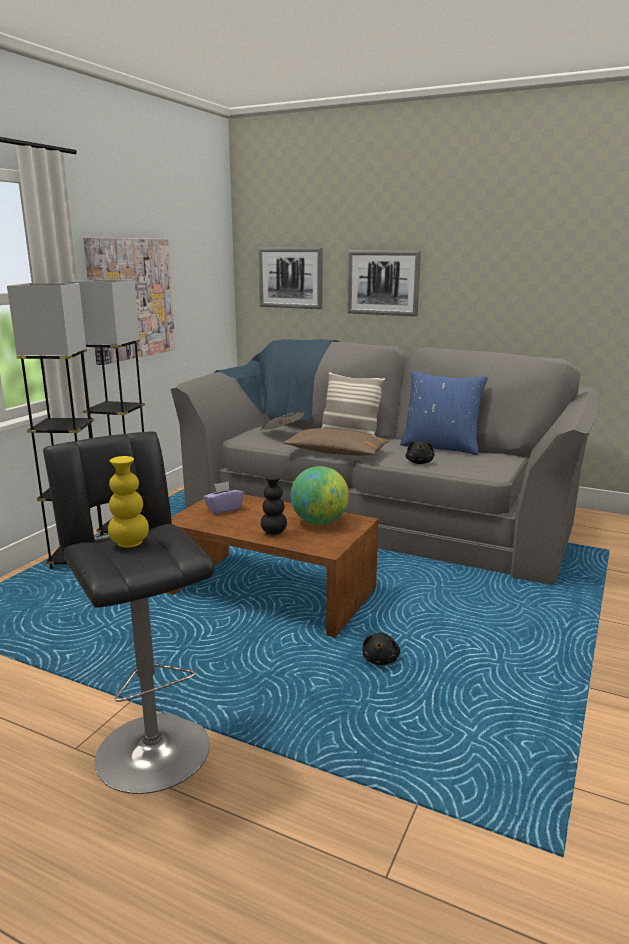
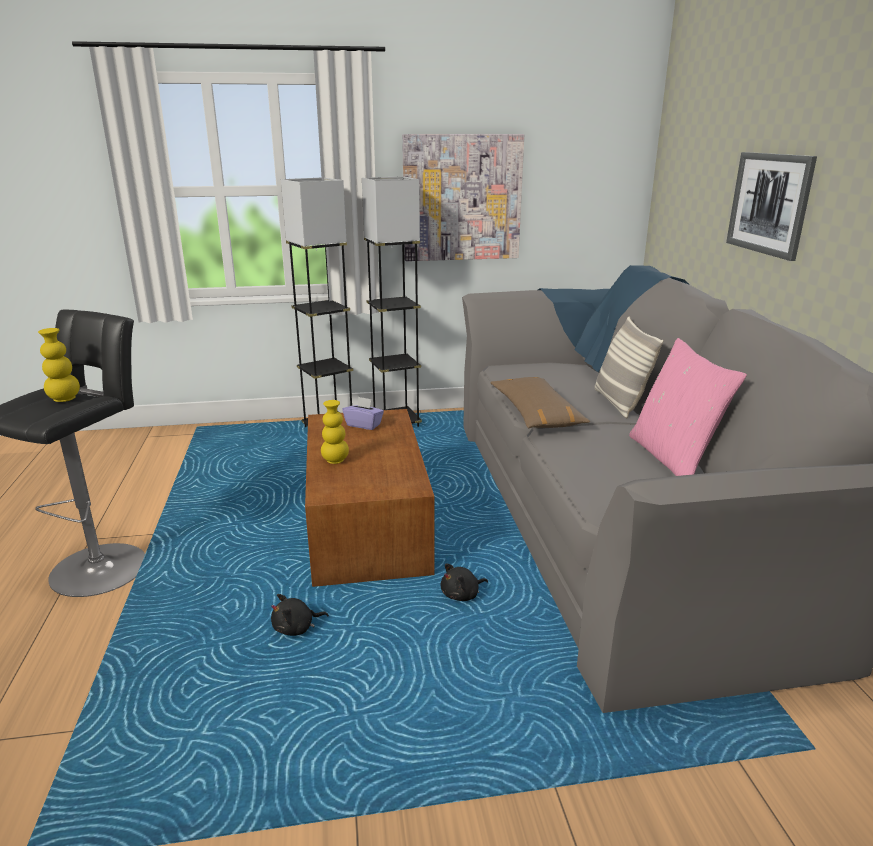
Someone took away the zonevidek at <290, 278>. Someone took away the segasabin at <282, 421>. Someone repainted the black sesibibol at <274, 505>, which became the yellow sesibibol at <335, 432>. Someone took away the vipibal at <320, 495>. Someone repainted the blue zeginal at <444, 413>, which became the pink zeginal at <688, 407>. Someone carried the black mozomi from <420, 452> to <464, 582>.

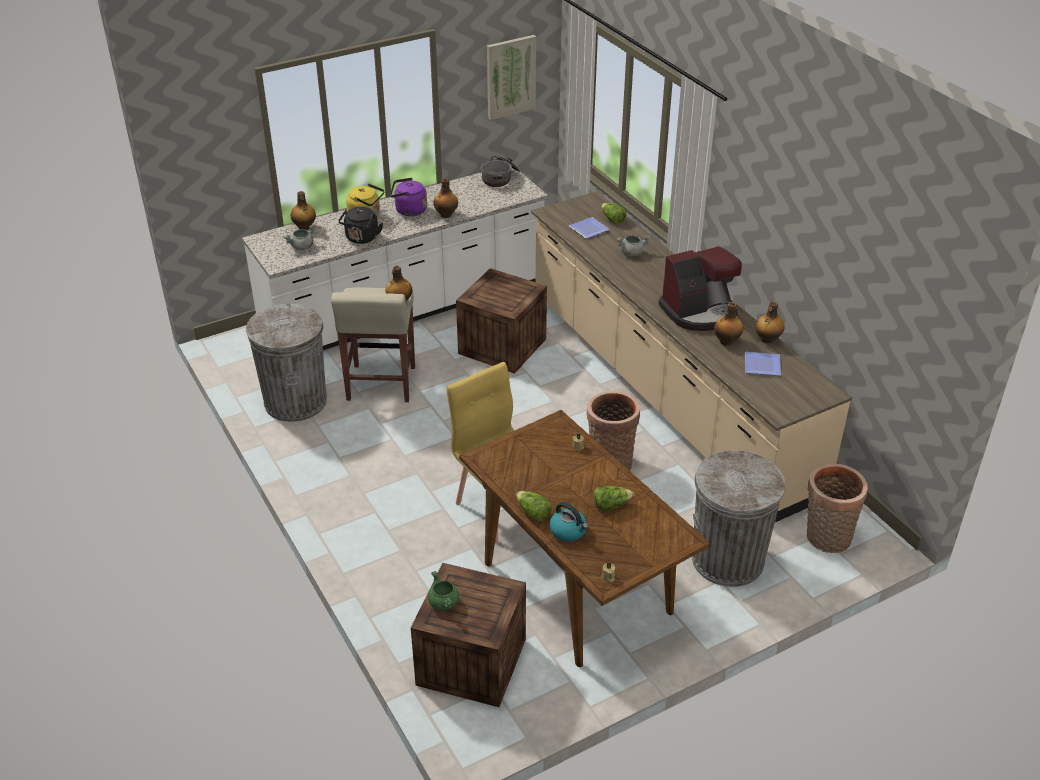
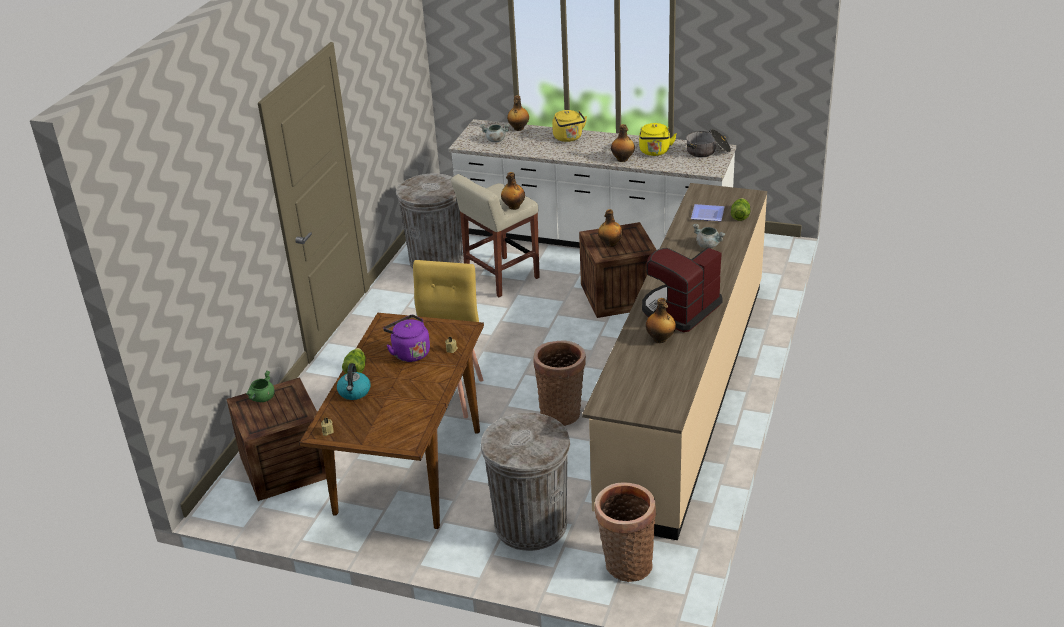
Someone took away the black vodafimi at <360, 225>. Someone carried the purple vodafimi from <408, 197> to <406, 338>. Someone took away the zonevidek at <511, 77>. Someone took away the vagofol at <613, 498>. Someone rotated the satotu at <700, 288> by 105 degrees clockwise. Someone took away the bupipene at <763, 364>. Someone carried the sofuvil from <769, 322> to <610, 228>. Someone put down the yellow vodafimi at <658, 139>.

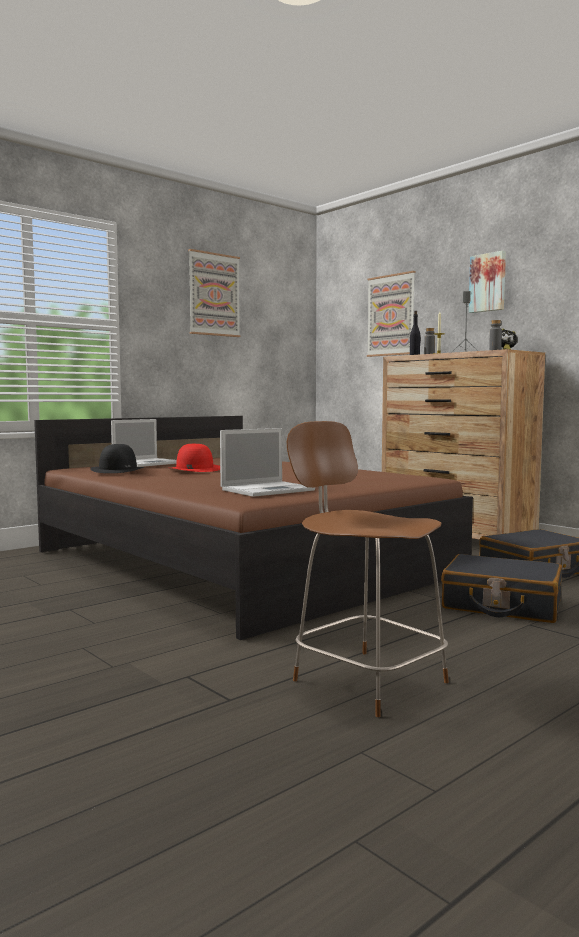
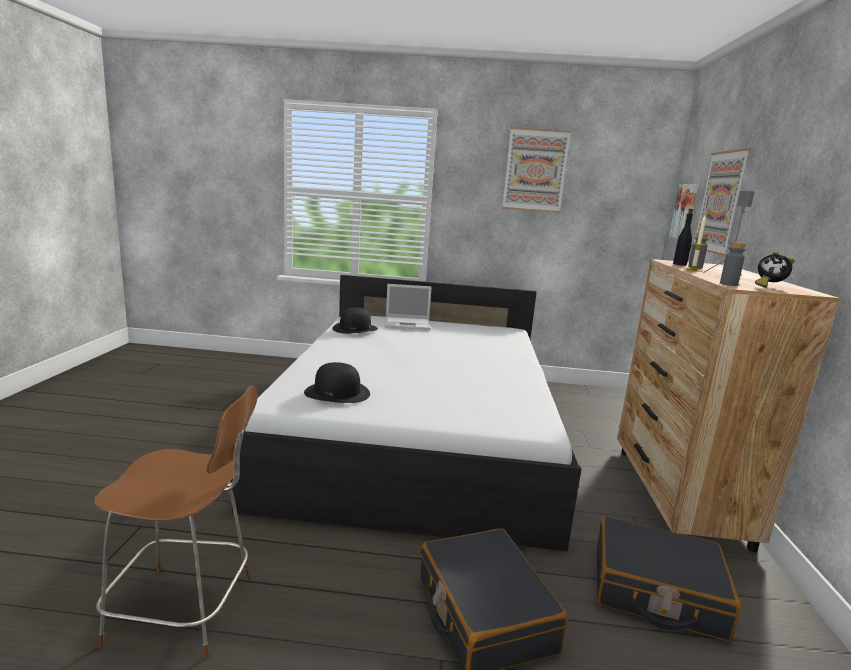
Someone repainted the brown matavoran at <253, 528>, which became the white matavoran at <406, 413>. Someone took away the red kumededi at <196, 458>. Someone swapped the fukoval at <267, 462> for the black kumededi at <337, 382>. Someone rotated the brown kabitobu at <368, 569> by 90 degrees clockwise. Someone carried the zonevidek from <487, 282> to <683, 211>.

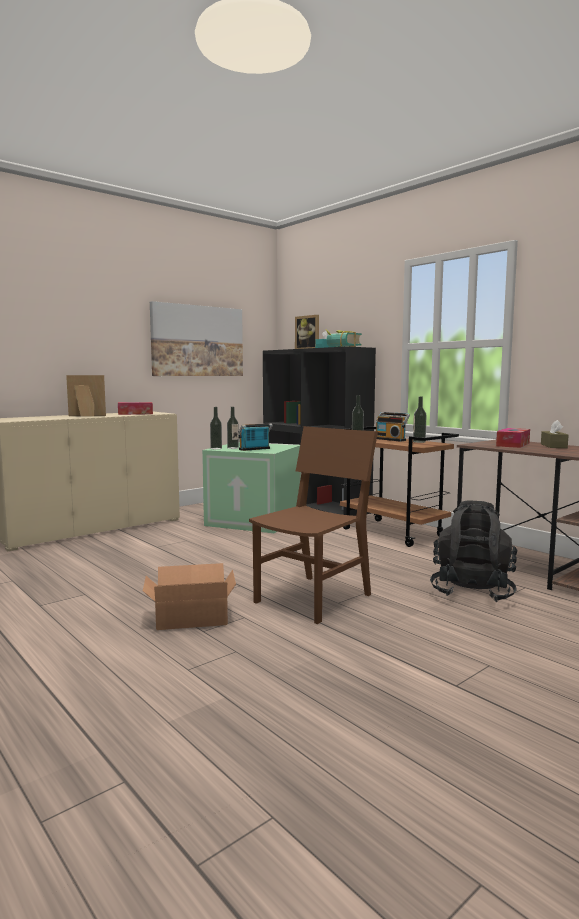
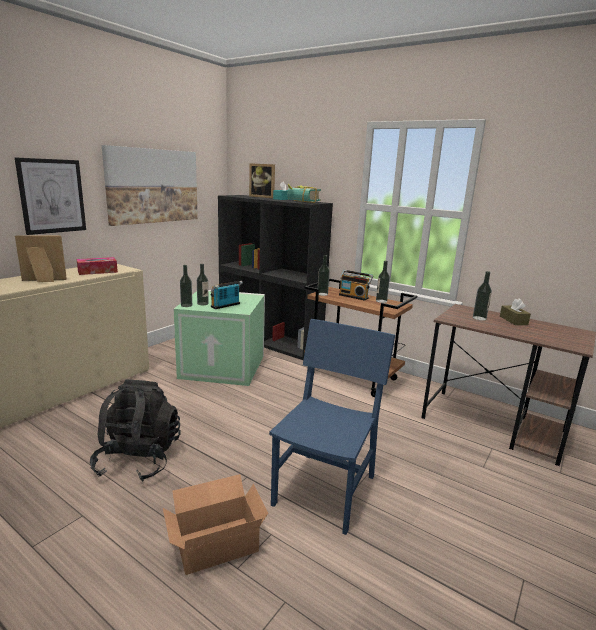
Someone repainted the brown kabitobu at <313, 525>, which became the blue kabitobu at <332, 427>. Someone carried the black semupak from <473, 551> to <135, 430>. Someone swapped the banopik at <513, 438> for the sofuvil at <482, 296>. Someone put up the zonevidek at <50, 196>.

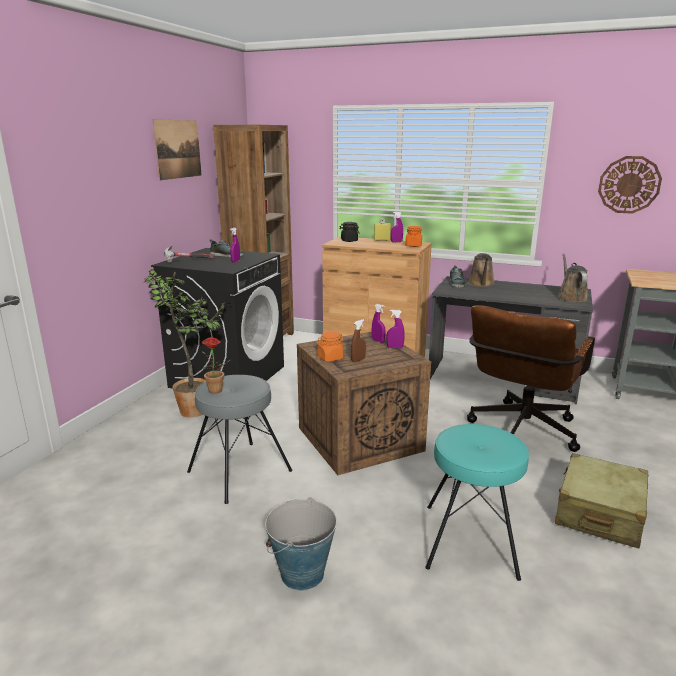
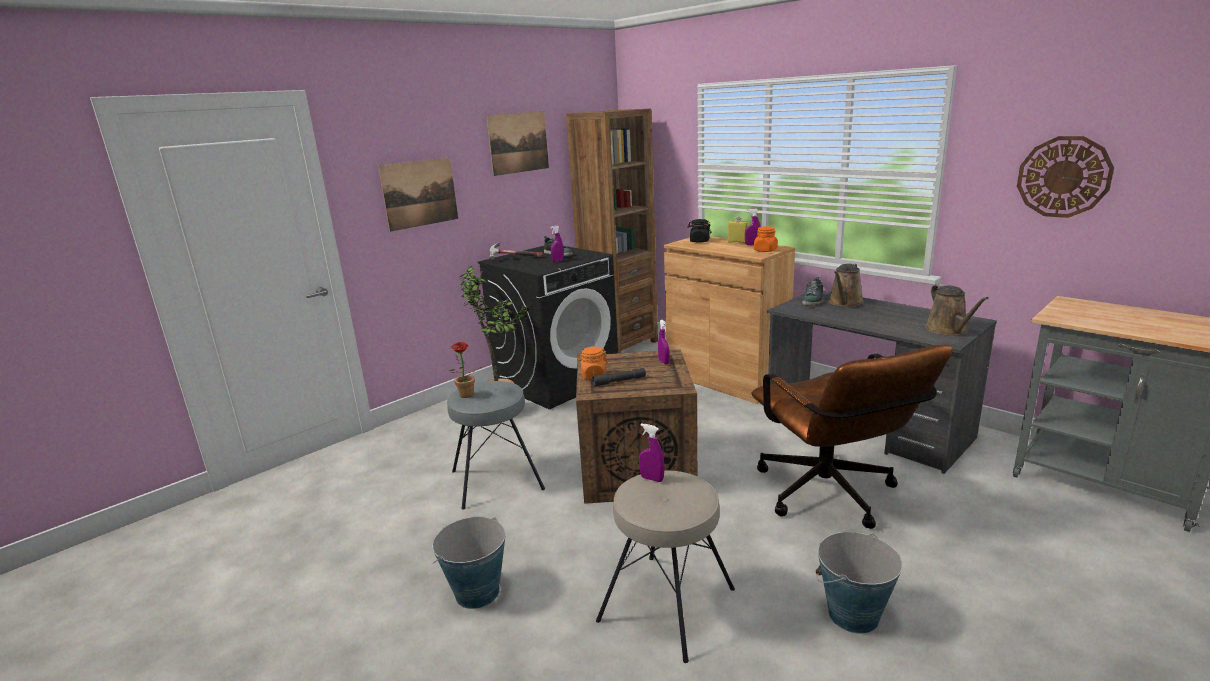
Someone swapped the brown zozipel at <358, 340> for the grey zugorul at <619, 377>. Someone carried the purple zozipel from <396, 328> to <651, 452>. Someone repainted the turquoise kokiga at <477, 502>, which became the beige kokiga at <665, 566>. Someone rotated the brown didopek at <531, 378> by 75 degrees counterclockwise. Someone swapped the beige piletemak at <601, 501> for the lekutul at <859, 583>. Someone rotated the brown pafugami at <572, 278> by 150 degrees clockwise. Someone put up the zonevidek at <418, 195>.

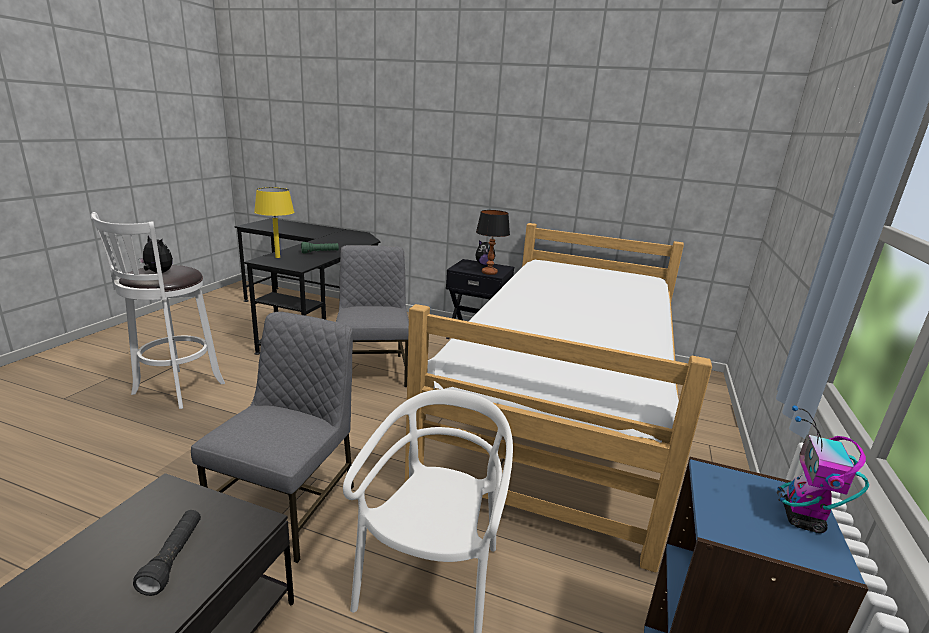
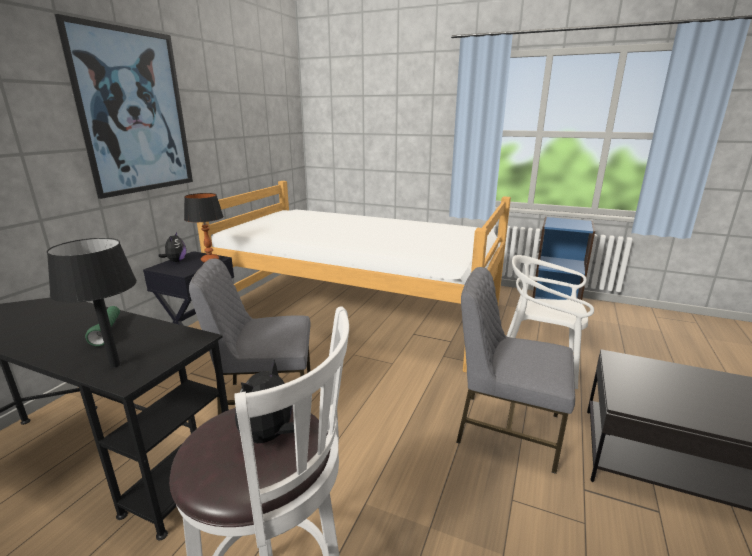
Someone took away the black zugorul at <167, 553>. Someone repainted the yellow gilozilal at <274, 222>, which became the black gilozilal at <92, 303>. Someone took away the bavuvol at <823, 469>. Someone put up the zonevidek at <124, 106>.

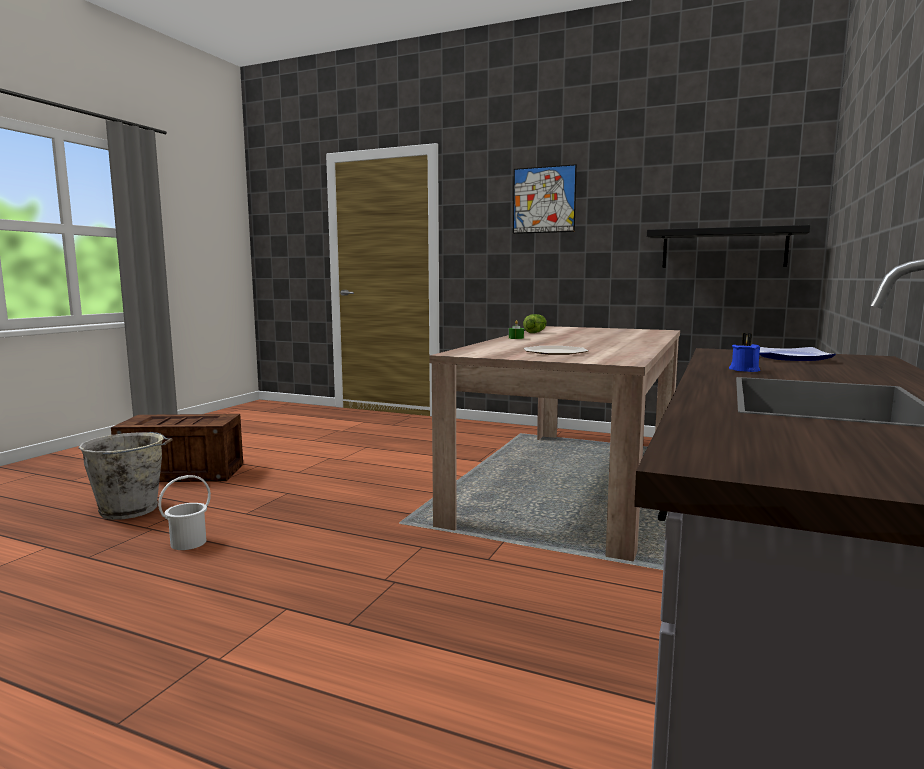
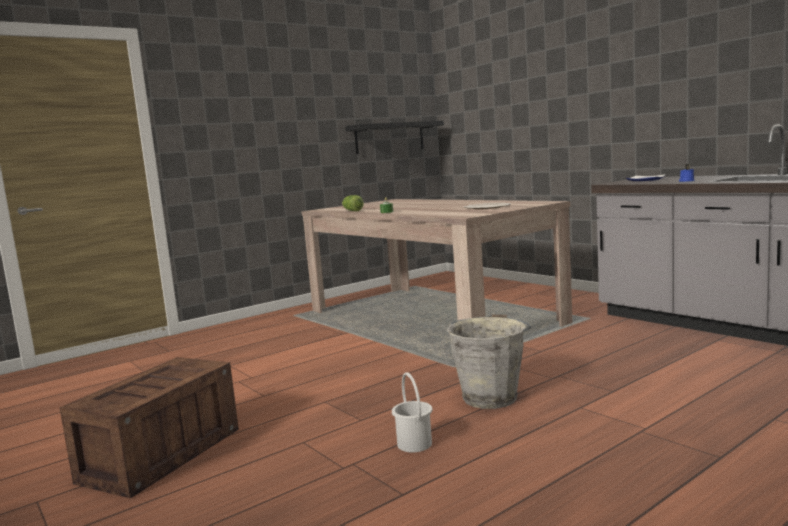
Someone carried the grey lekutul from <125, 476> to <489, 361>. Someone took away the zonevidek at <545, 199>.

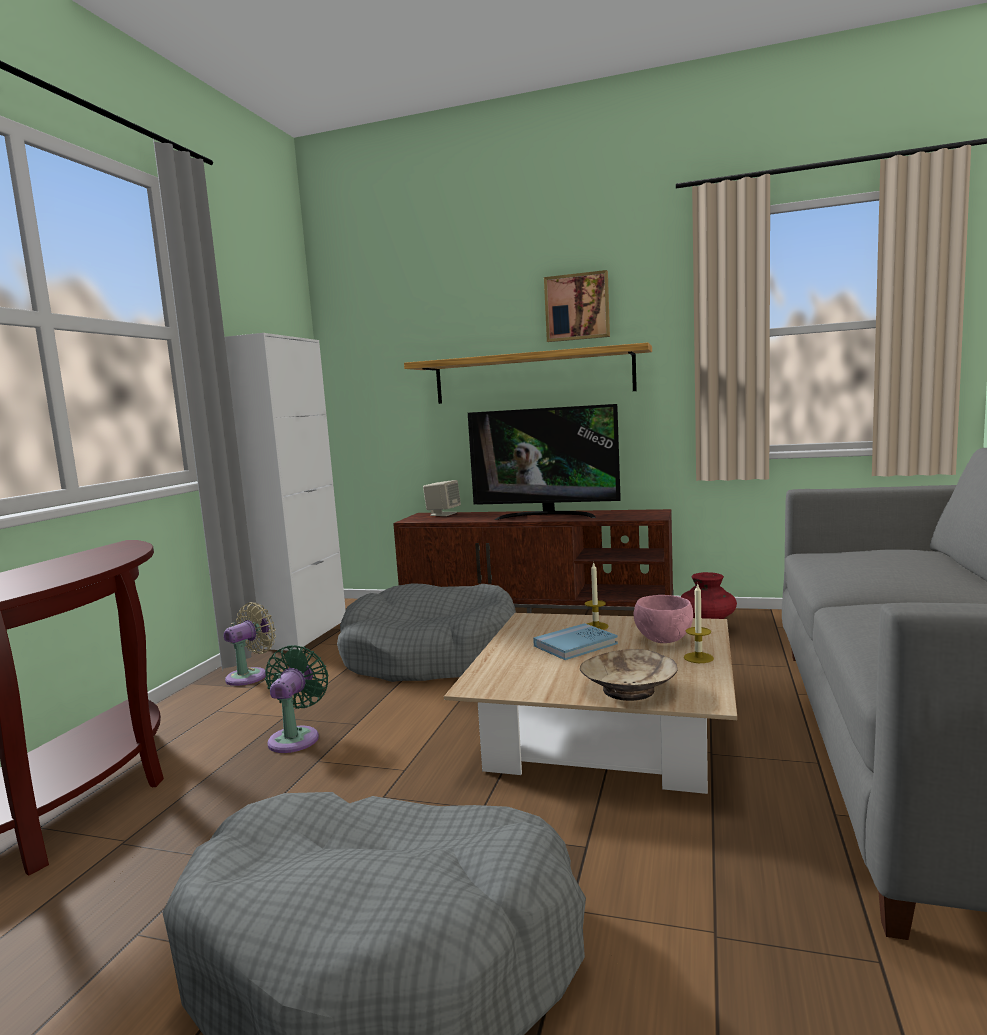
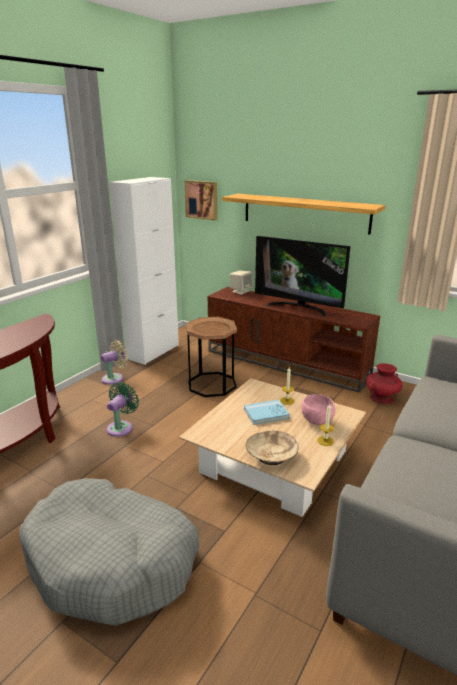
Someone swapped the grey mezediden at <426, 632> for the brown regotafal at <211, 357>. Someone carried the zonevidek from <577, 306> to <201, 200>.

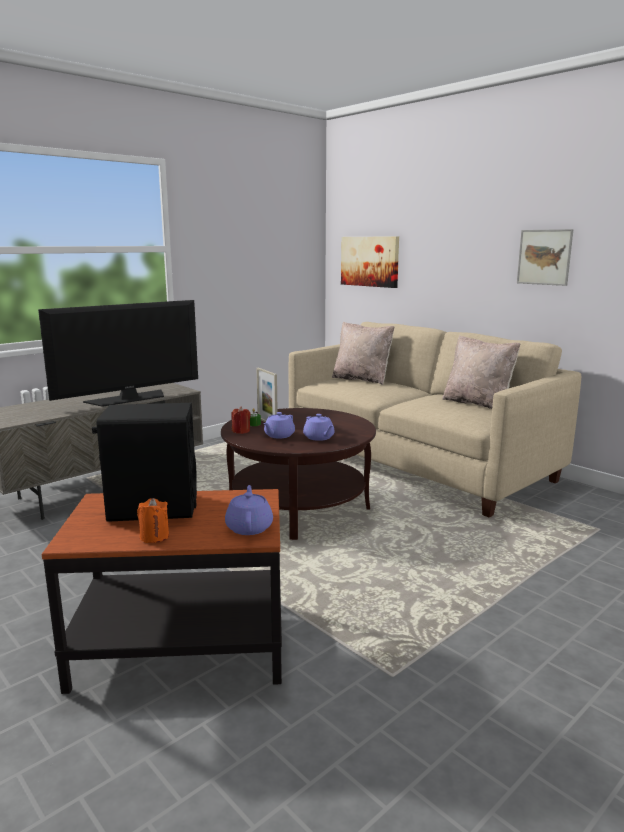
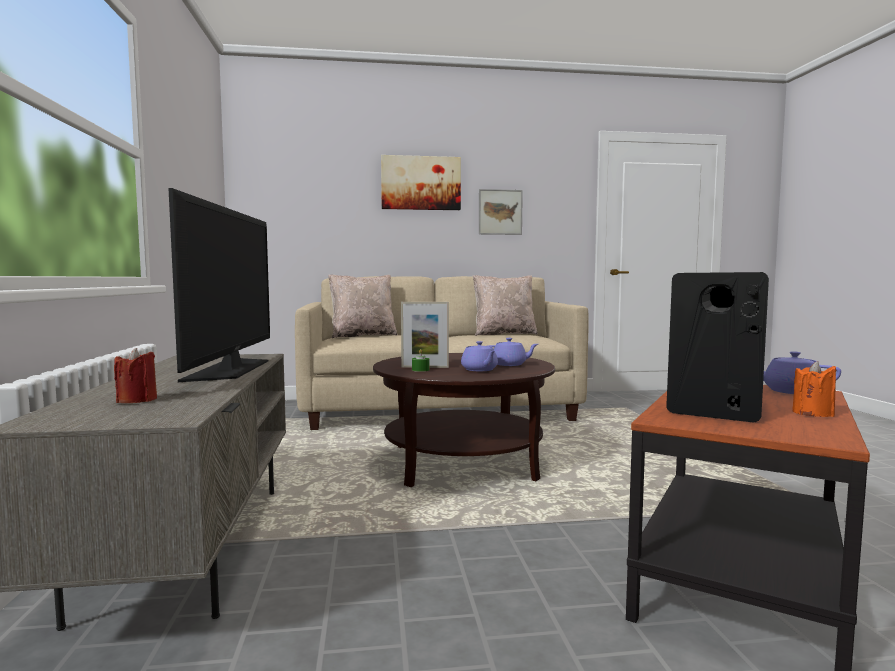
Someone carried the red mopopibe from <241, 420> to <135, 375>. Someone carried the zonevidek from <370, 262> to <421, 182>.

